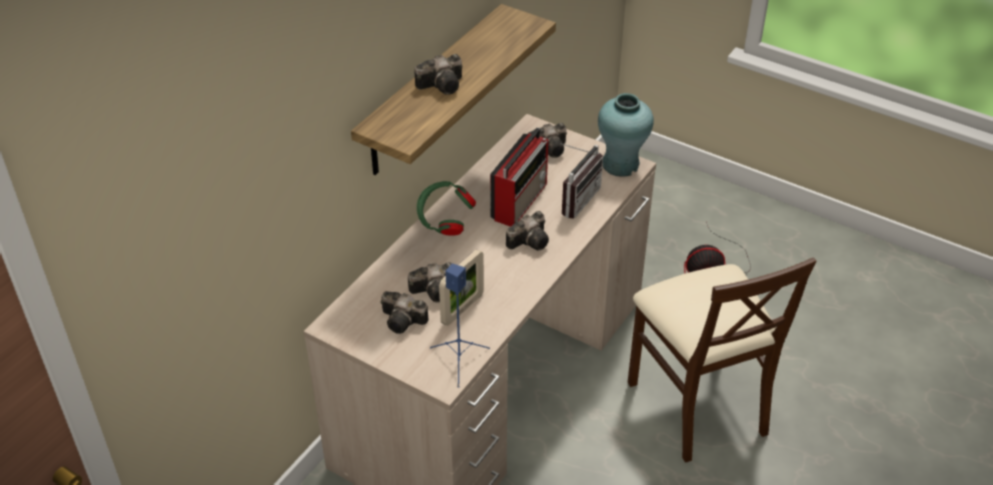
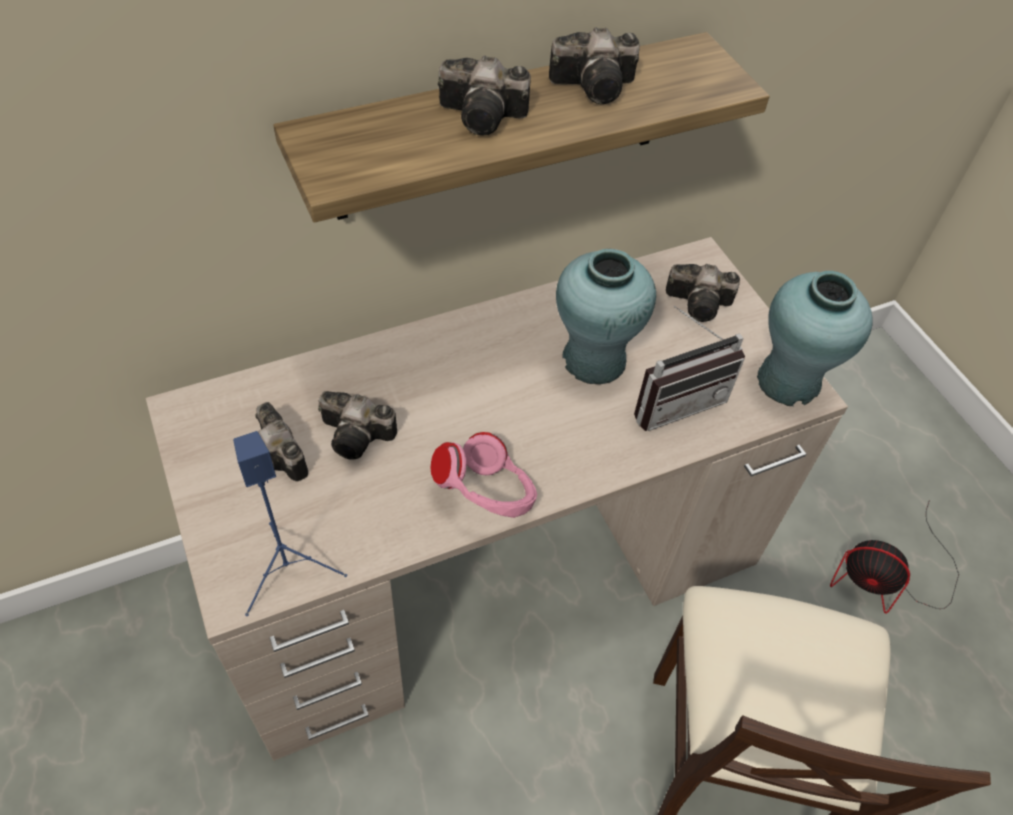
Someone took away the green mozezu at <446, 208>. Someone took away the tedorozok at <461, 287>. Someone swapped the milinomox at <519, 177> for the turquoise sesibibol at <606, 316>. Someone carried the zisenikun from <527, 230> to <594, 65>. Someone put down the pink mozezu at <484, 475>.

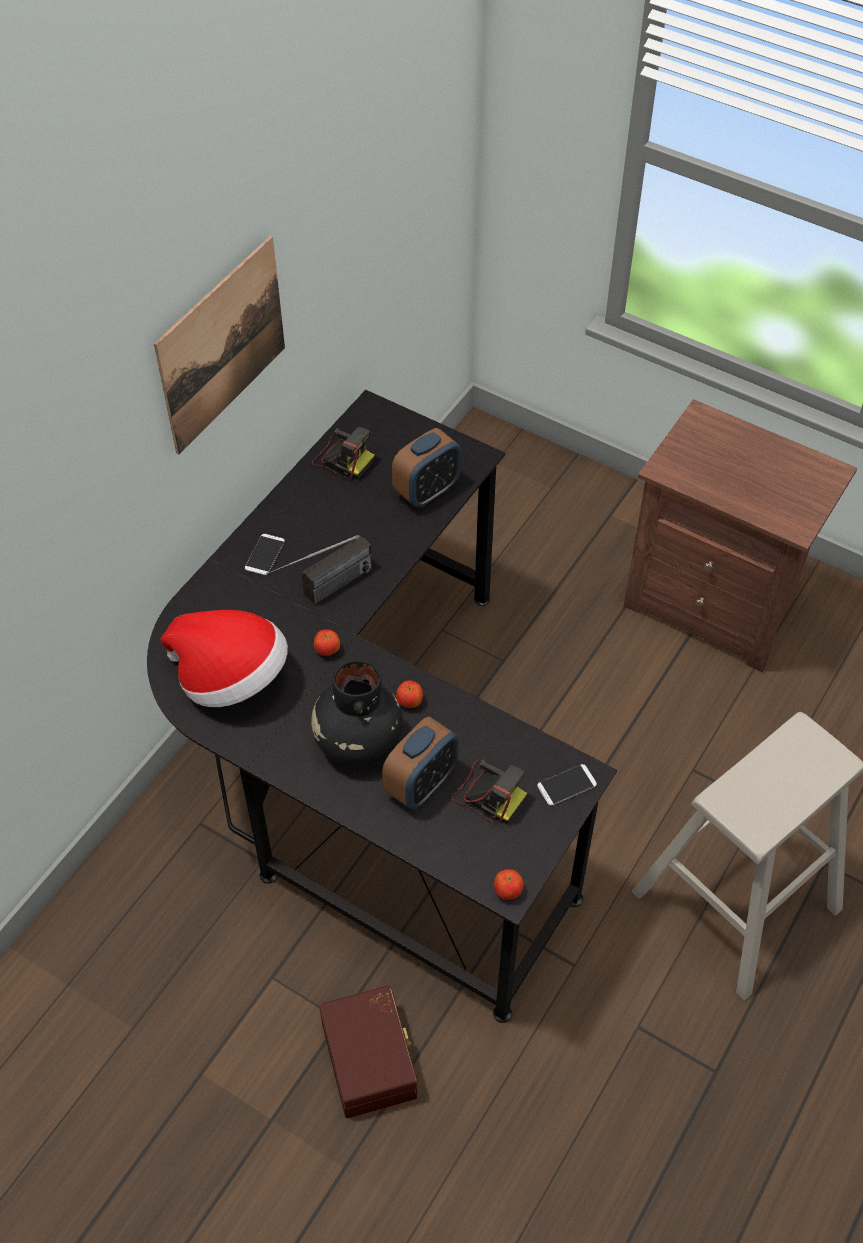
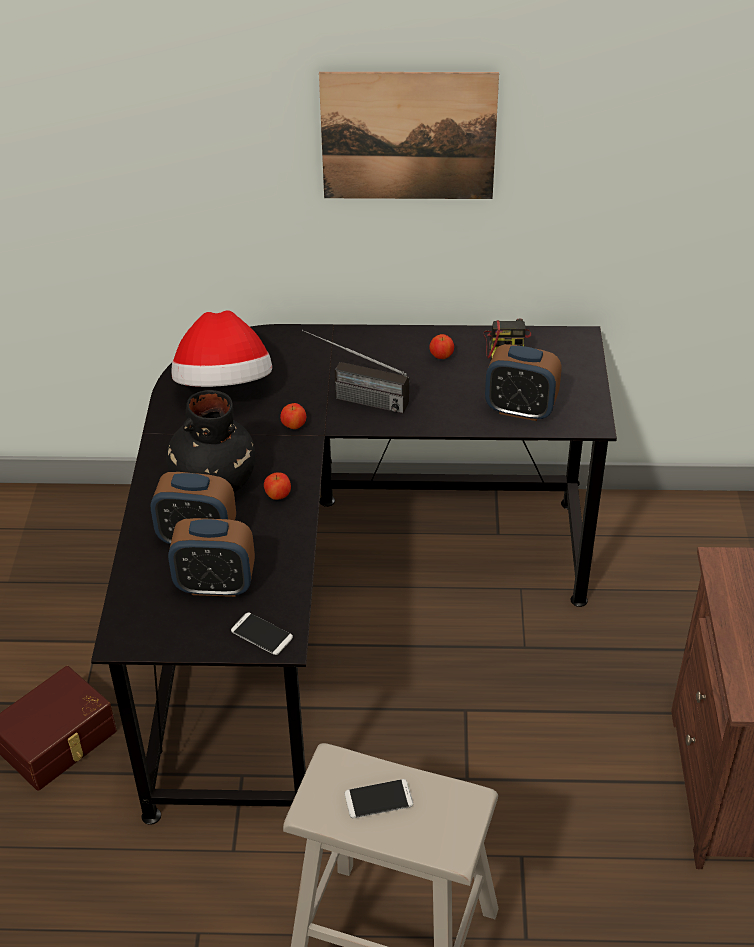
Someone carried the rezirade from <265, 554> to <379, 798>. Someone swapped the zisenikun at <489, 792> for the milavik at <211, 557>. Someone carried the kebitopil from <509, 884> to <441, 346>.

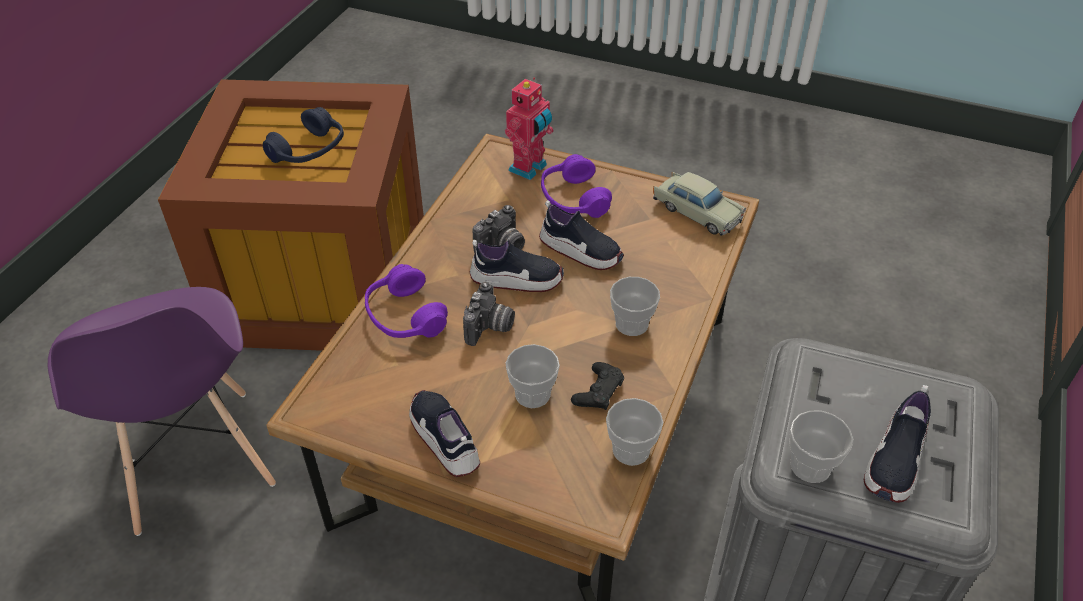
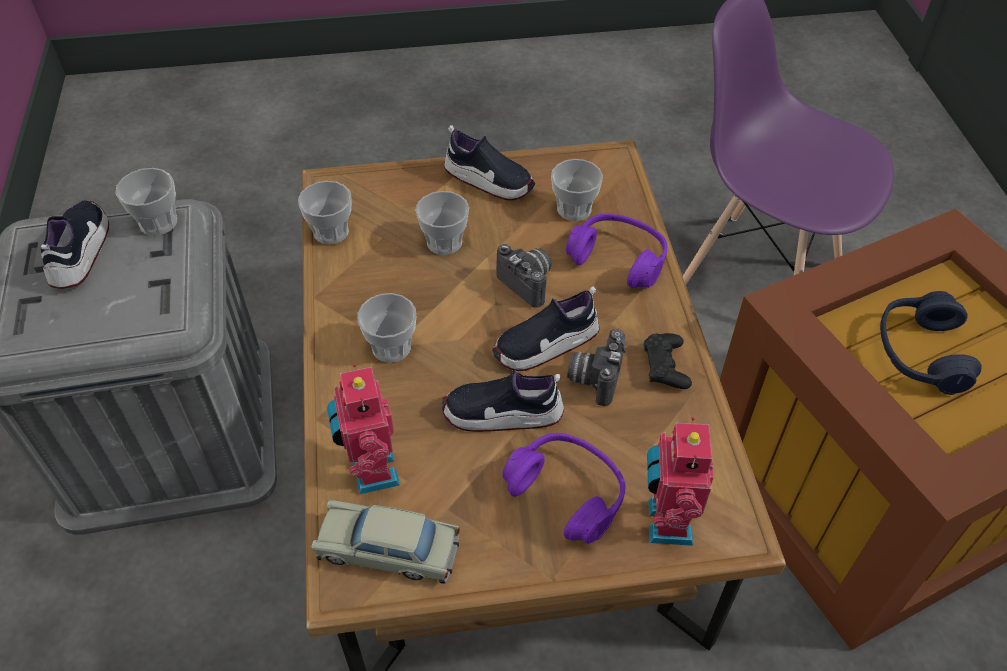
Someone rotated the zisenikun at <489, 314> by 150 degrees clockwise. Someone carried the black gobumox from <597, 386> to <668, 361>. Someone put down the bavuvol at <363, 429>. Someone put down the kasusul at <577, 190>.

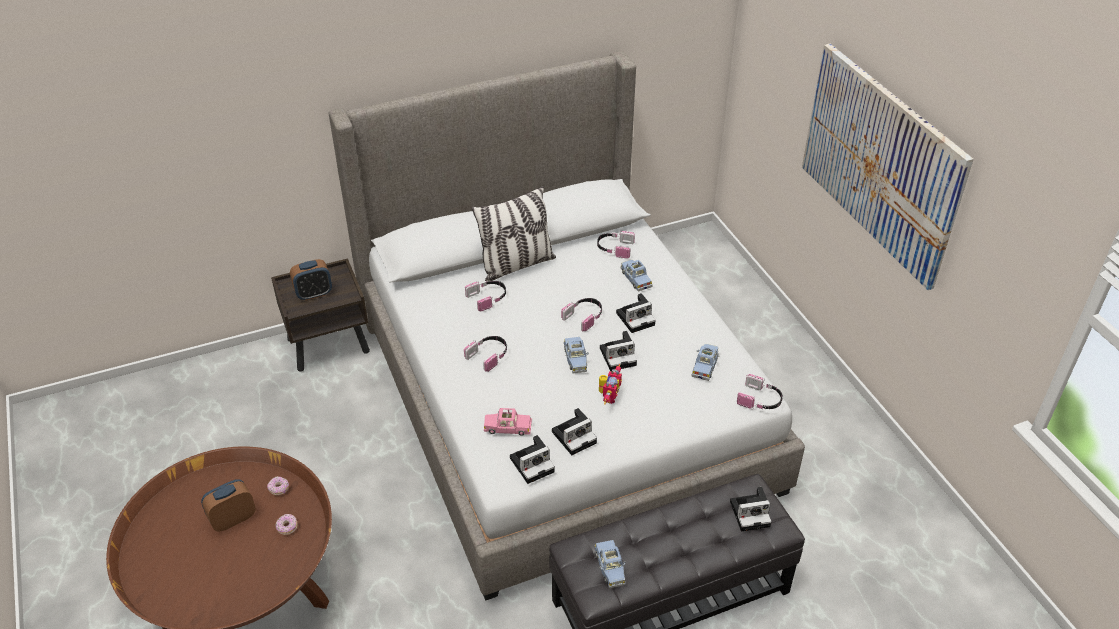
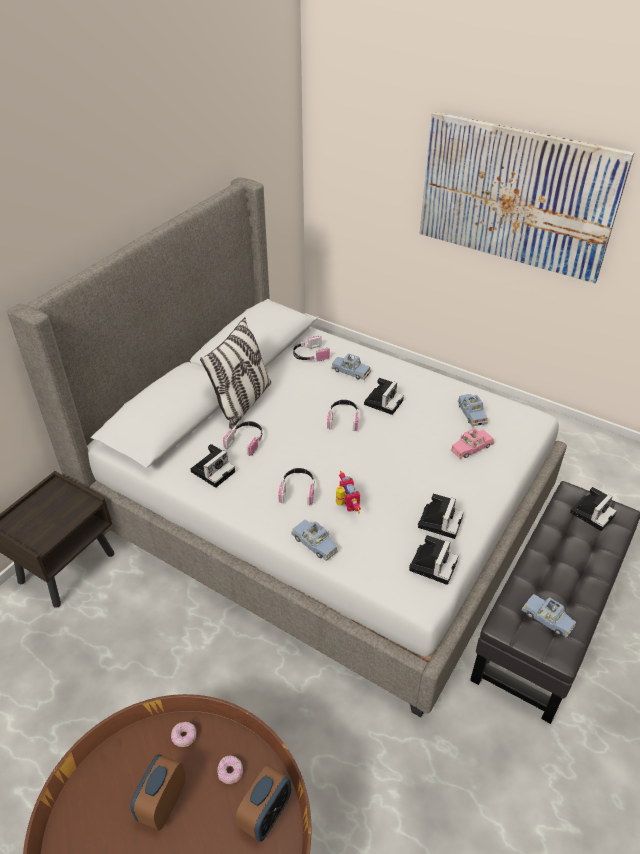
Someone carried the milavik from <311, 280> to <263, 803>. Someone carried the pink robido from <508, 422> to <472, 443>. Someone carried the blue robido from <576, 355> to <314, 540>. Someone carried the bavuvol from <610, 384> to <348, 492>. Someone carried the zisenikun from <618, 351> to <213, 466>. Someone took away the mozezu at <760, 391>.

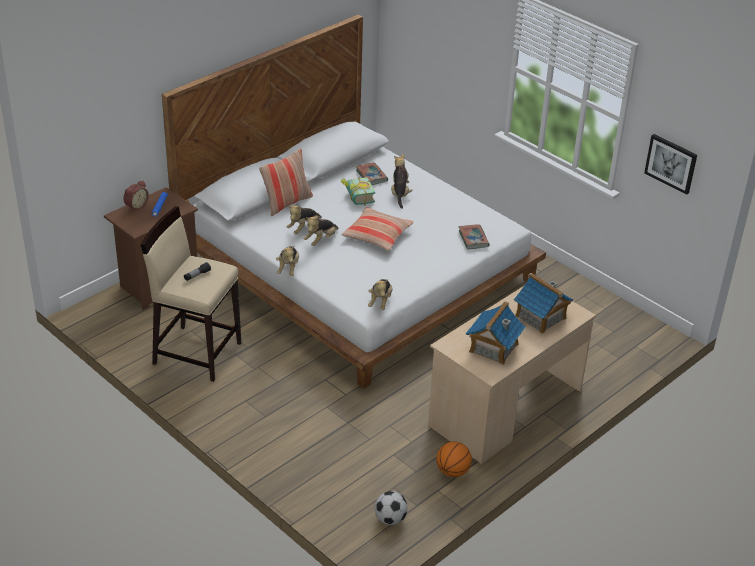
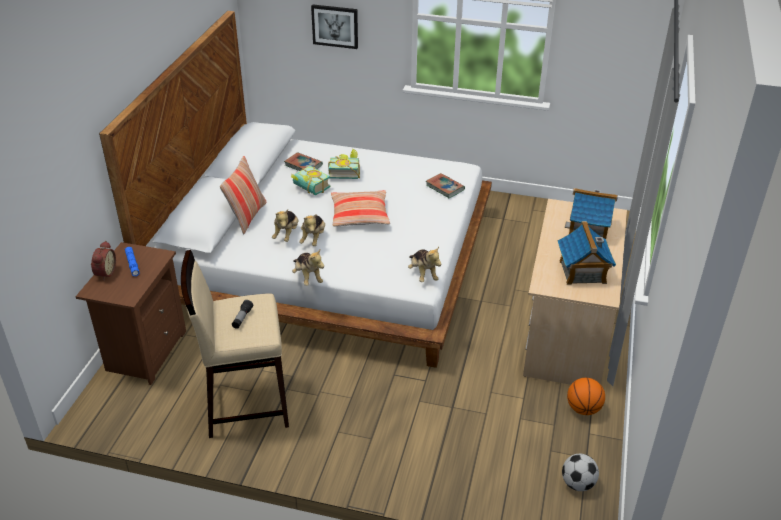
Someone swapped the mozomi at <401, 181> for the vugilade at <344, 164>. Someone carried the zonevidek from <670, 164> to <334, 26>.

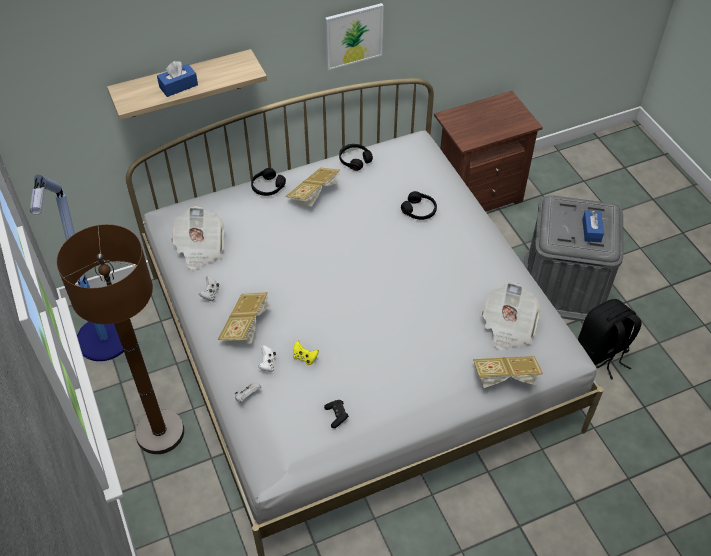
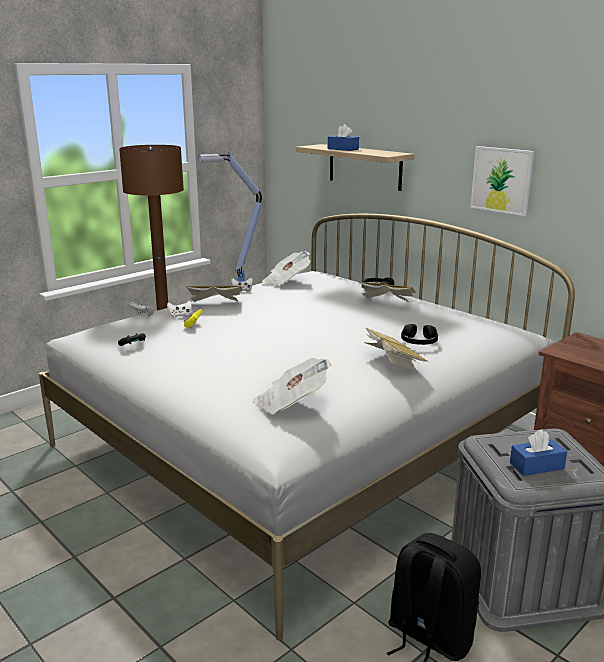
Someone took away the black mozezu at <356, 157>. Someone carried the vugilade from <508, 372> to <395, 350>.

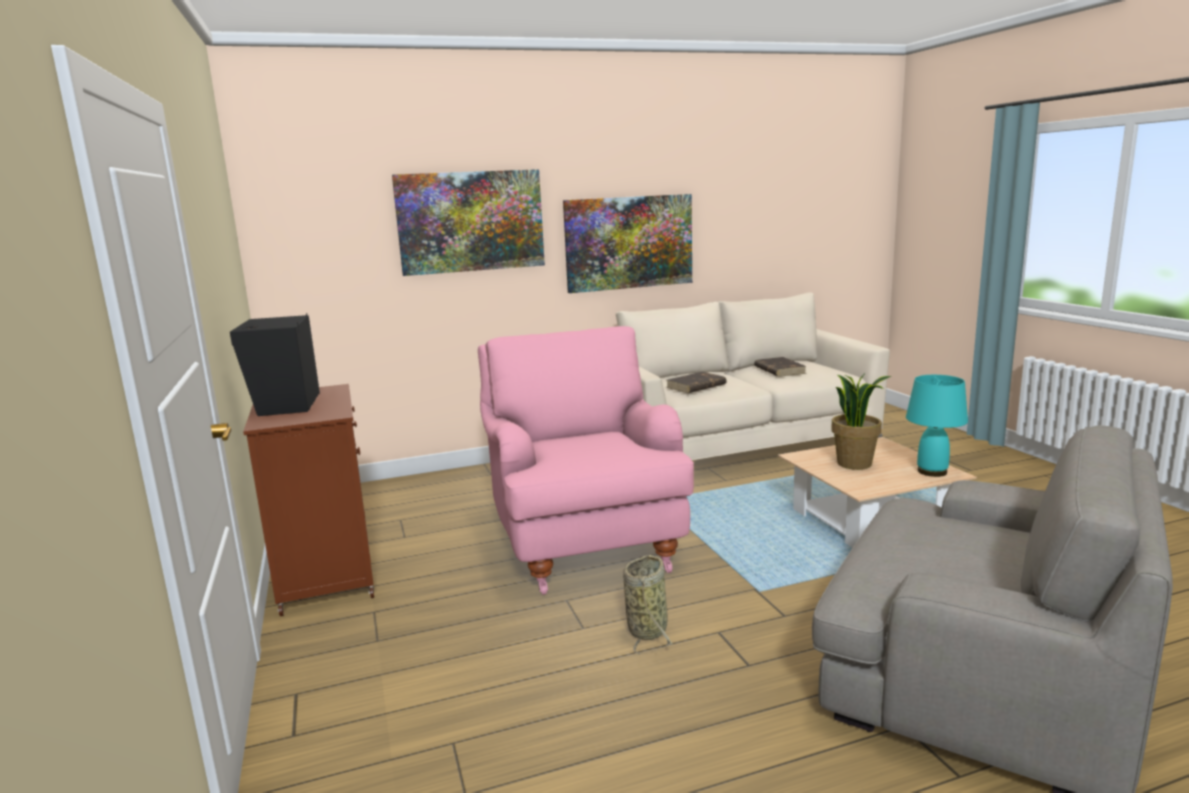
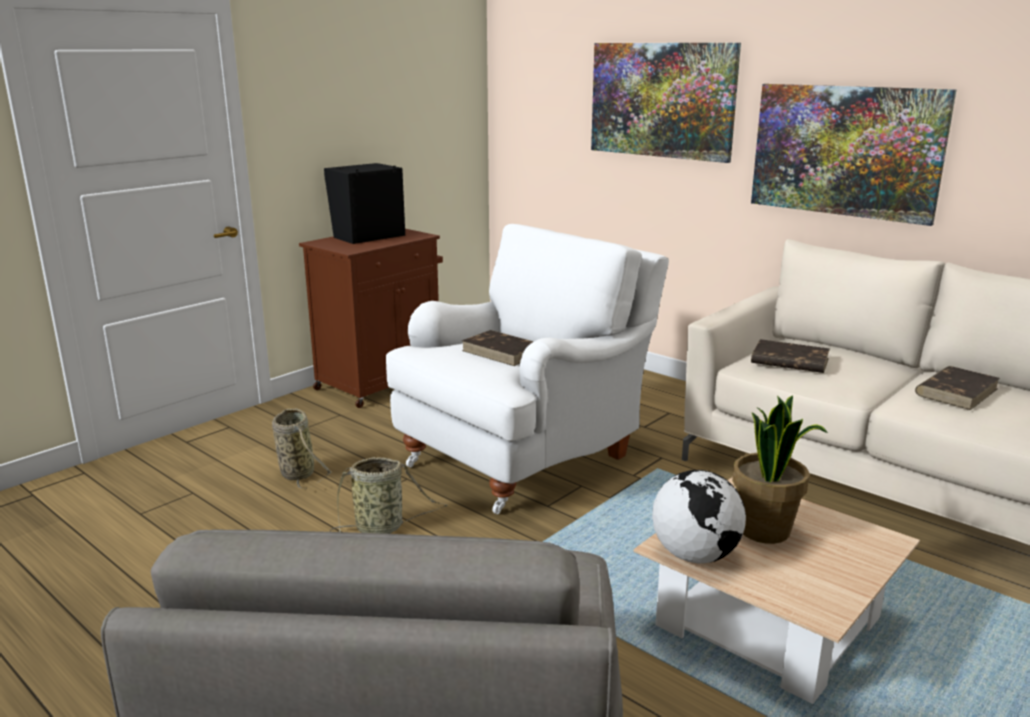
Someone repainted the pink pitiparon at <586, 460>, which became the white pitiparon at <527, 369>. Someone took away the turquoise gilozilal at <937, 426>. Someone put down the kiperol at <301, 449>. Someone put down the brown vugilade at <498, 348>. Someone put down the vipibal at <699, 516>.

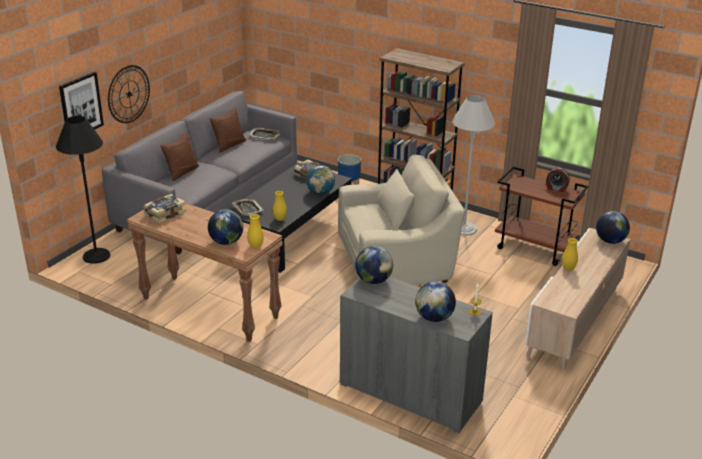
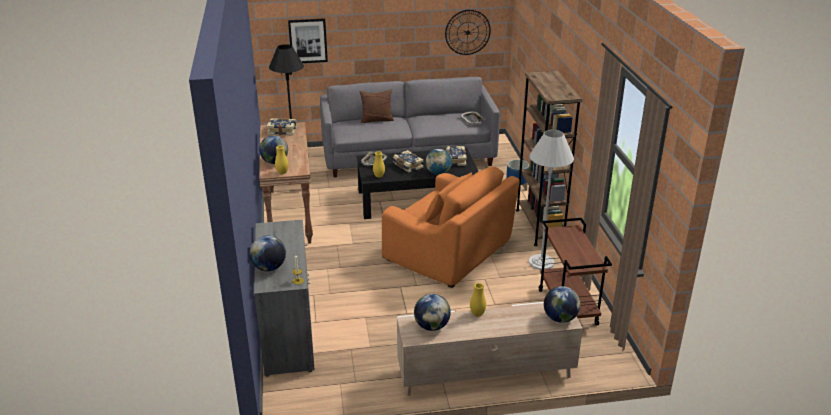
Someone carried the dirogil from <129, 94> to <468, 32>. Someone took away the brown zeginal at <227, 130>. Someone repainted the beige pitiparon at <401, 219>, which became the orange pitiparon at <451, 227>. Someone carried the vipibal from <374, 265> to <432, 312>. Someone took away the milavik at <558, 179>. Someone put down the vugilade at <408, 161>.

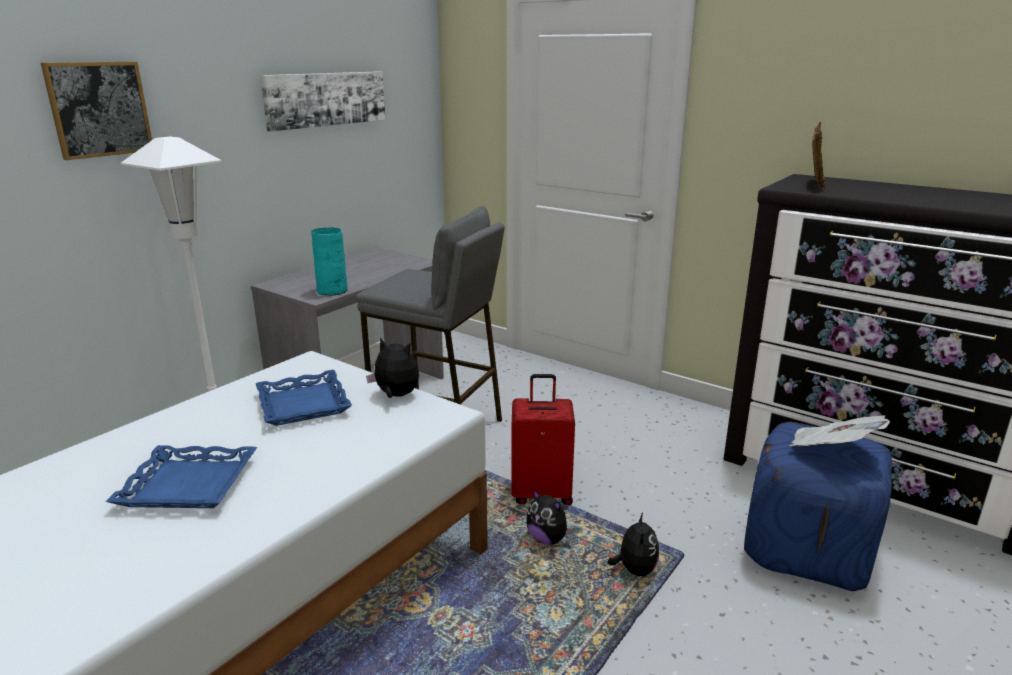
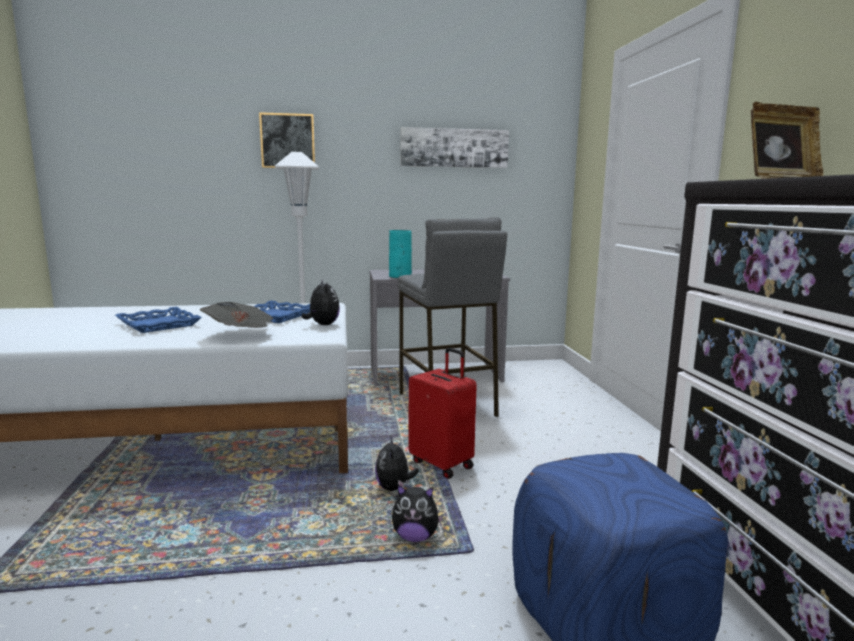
Someone rotated the mozomi at <633, 544> by 45 degrees clockwise. Someone carried the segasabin from <839, 430> to <237, 315>.

